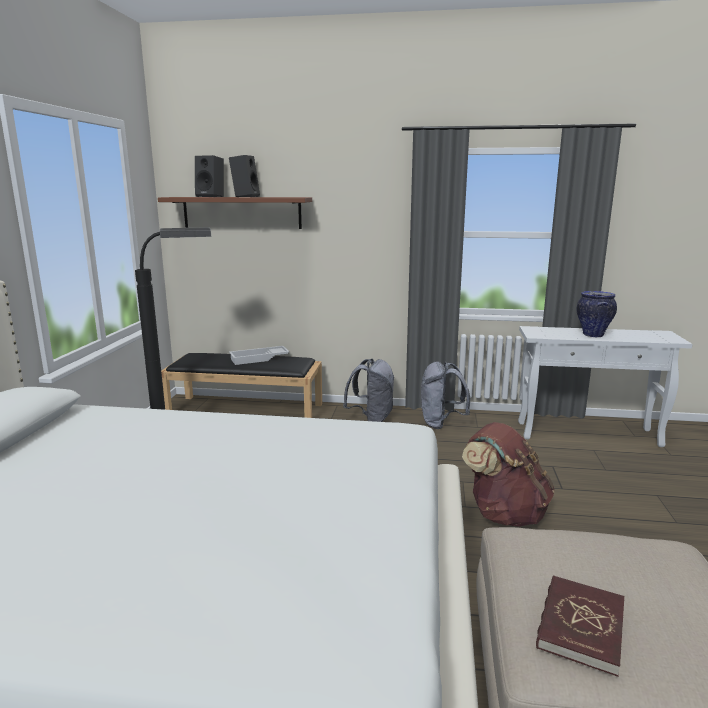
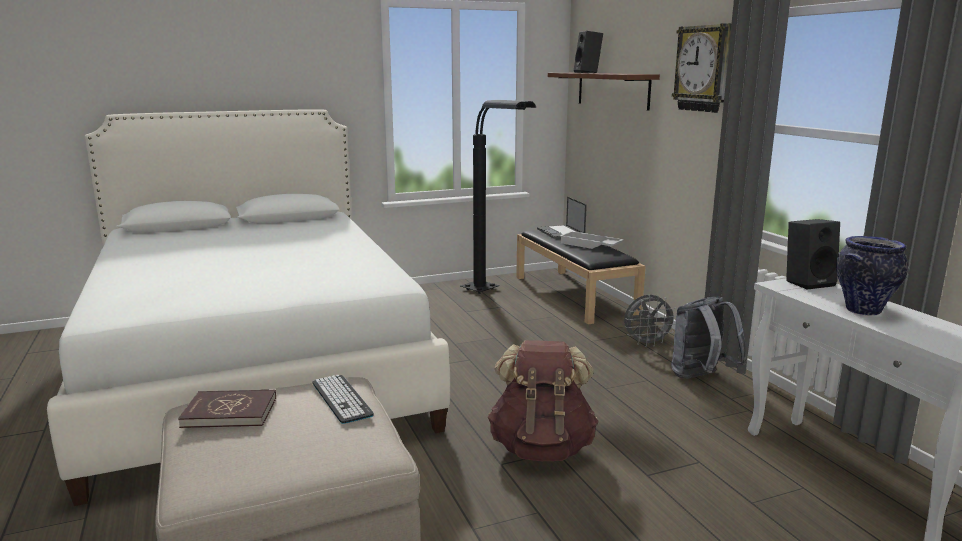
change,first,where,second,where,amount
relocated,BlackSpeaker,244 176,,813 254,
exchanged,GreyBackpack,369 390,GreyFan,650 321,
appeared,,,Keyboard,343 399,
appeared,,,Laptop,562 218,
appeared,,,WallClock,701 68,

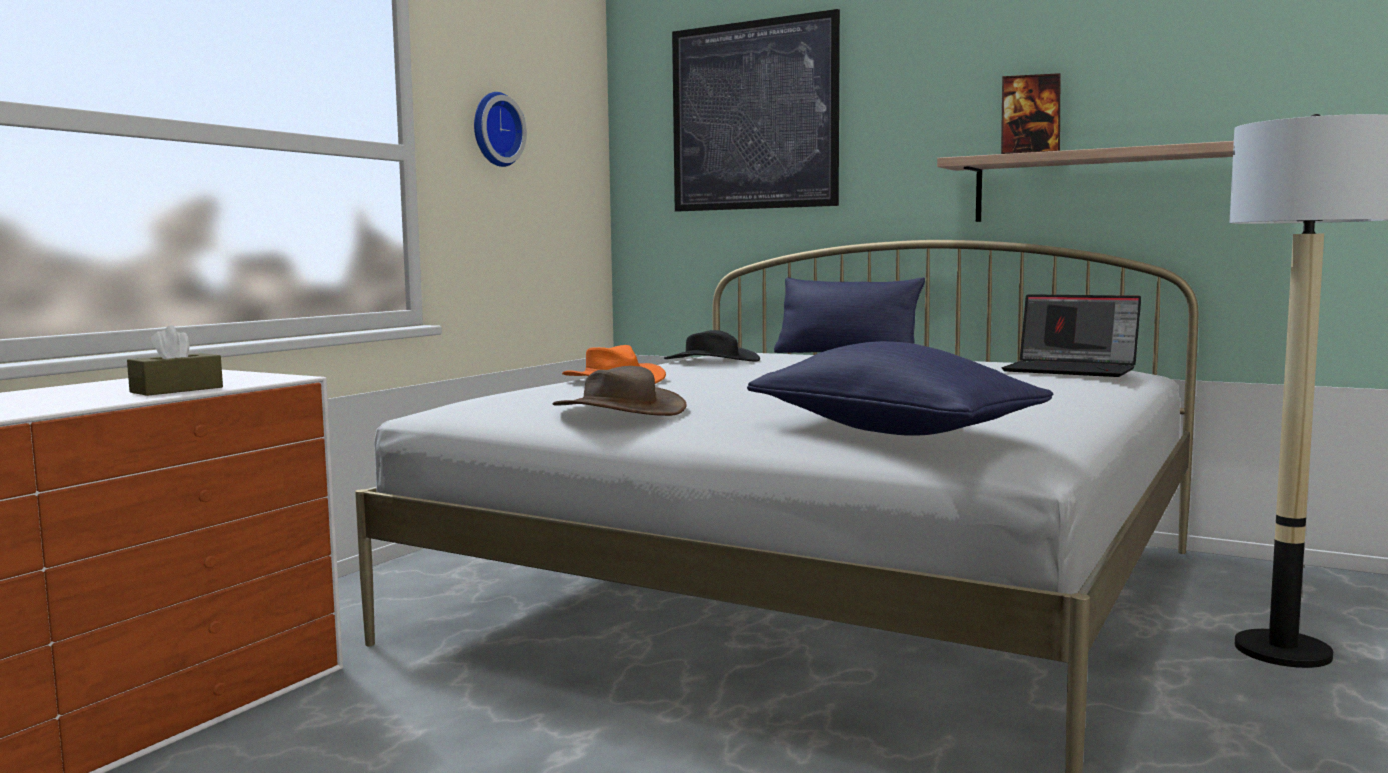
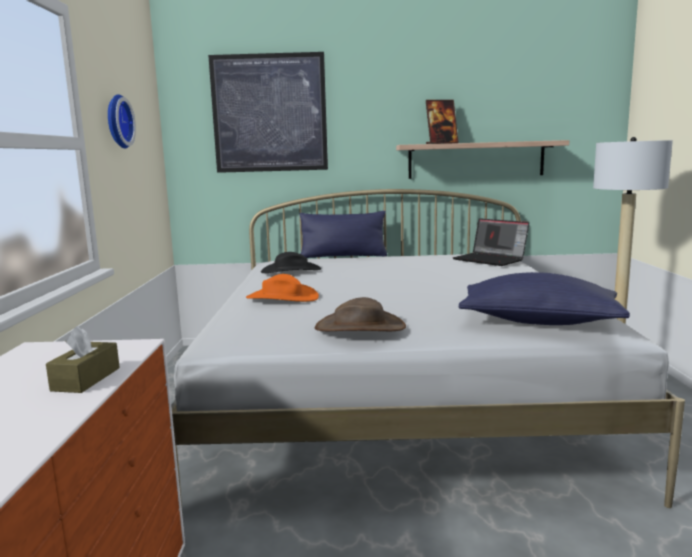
change,first,where,second,where,amount
spun,Laptop,1071 335,,491 242,45 degrees clockwise

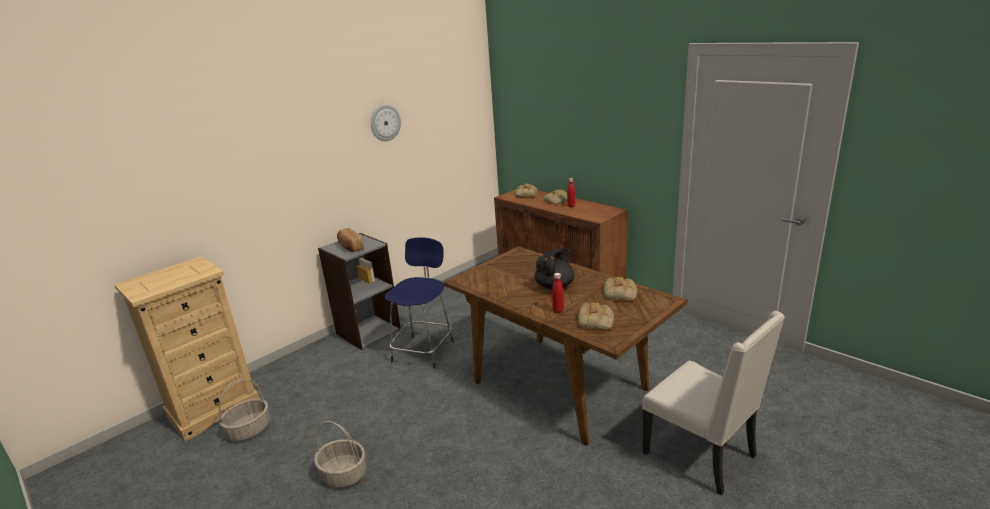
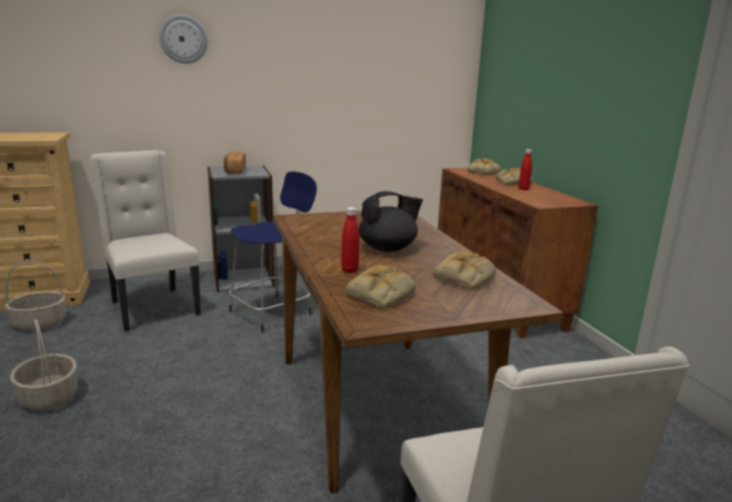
change,first,where,second,where,amount
relocated,WallClock,386 122,,183 39,
appeared,,,BeigeChair,145 240,

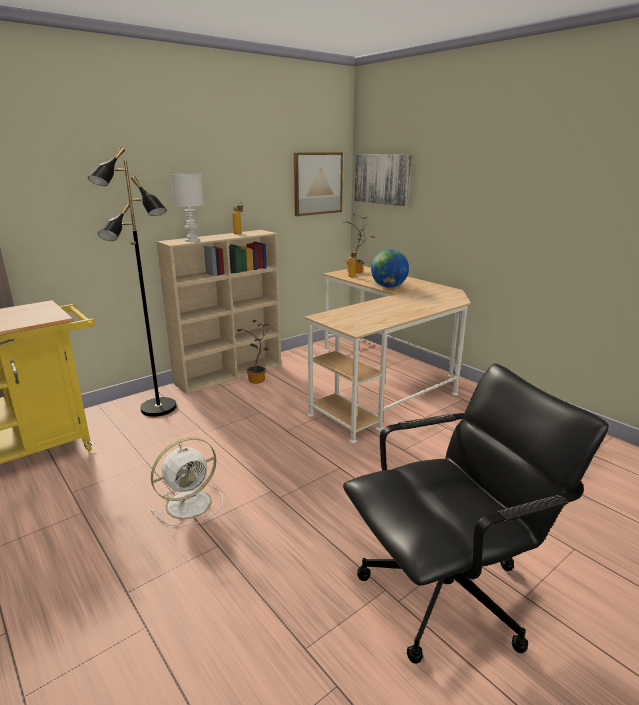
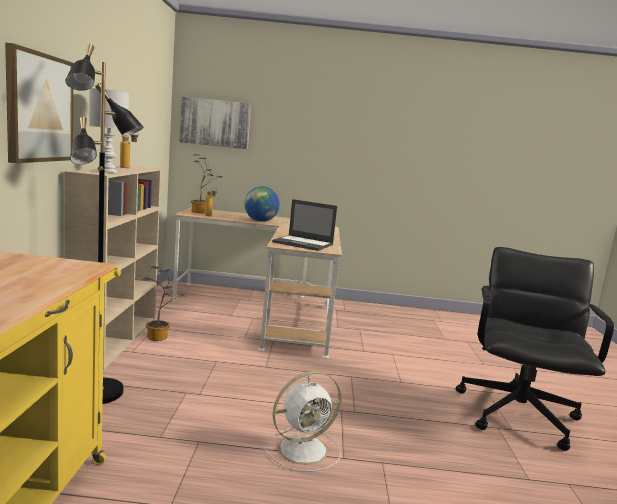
change,first,where,second,where,amount
spun,WhiteFan,187 481,,301 421,60 degrees clockwise
relocated,Picture,318 184,,39 103,
appeared,,,Laptop,304 225,

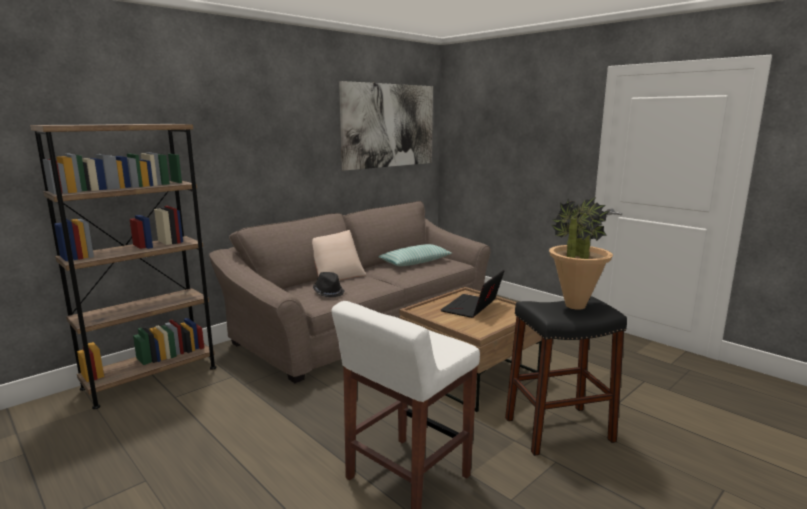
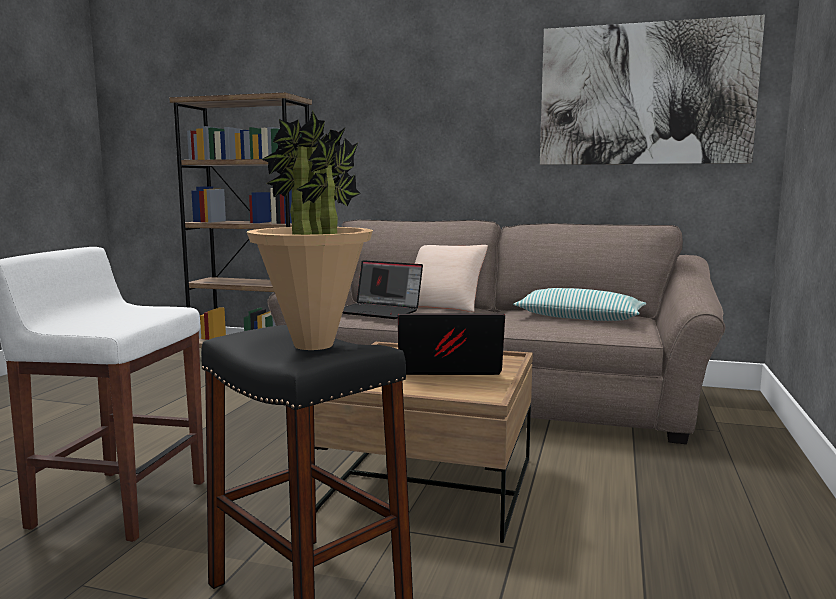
change,first,where,second,where,amount
exchanged,BlackHat,328 284,Laptop,382 289,

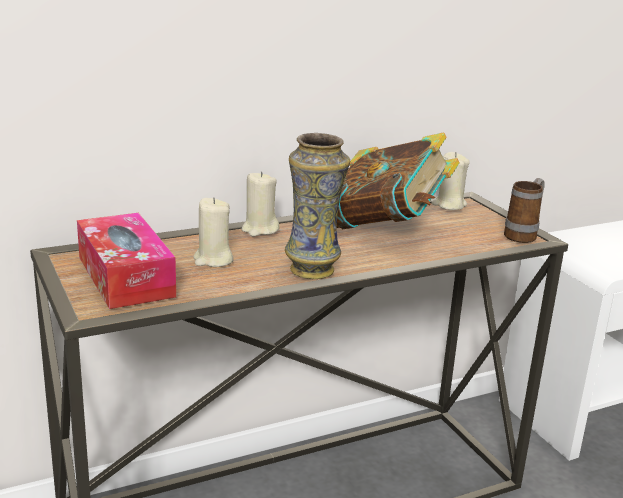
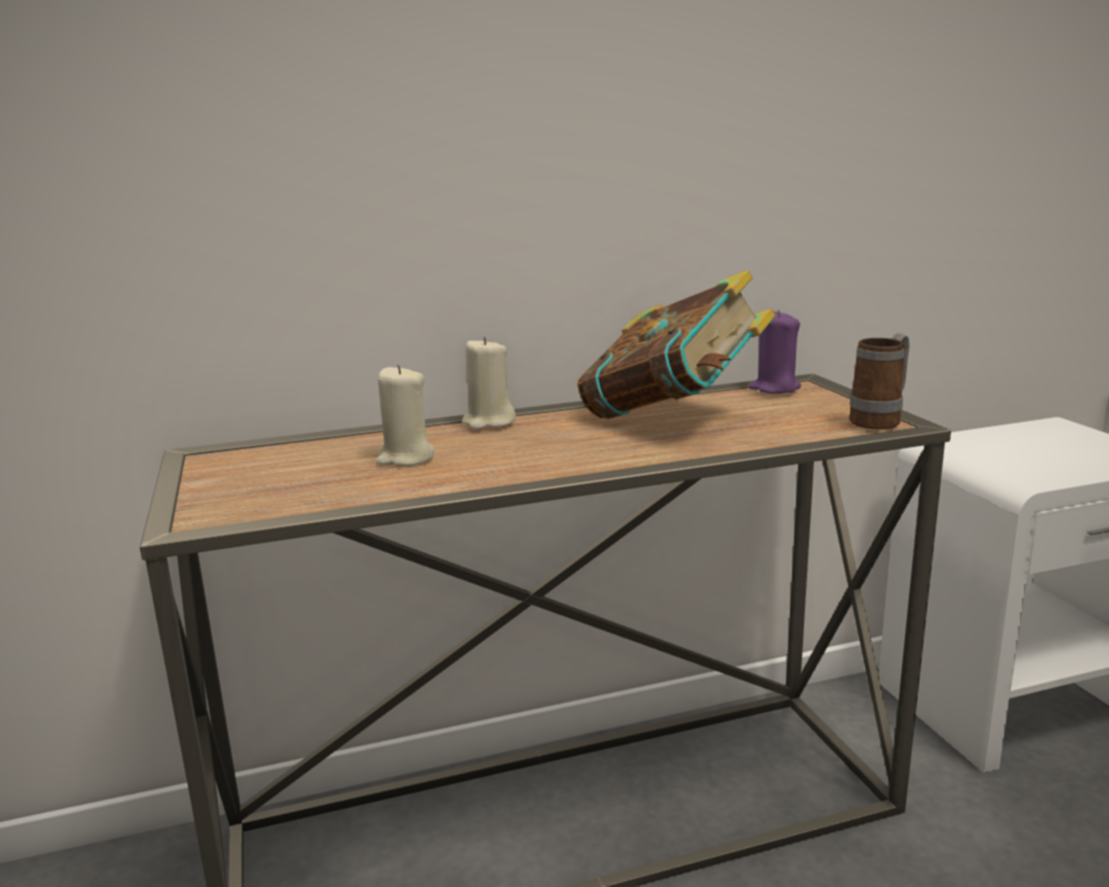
change,first,where,second,where,amount
missing,TissueBox,126 261,,,
missing,Vase,317 206,,,
colour,BeigeCandle,451 181,PurpleCandle,775 352,

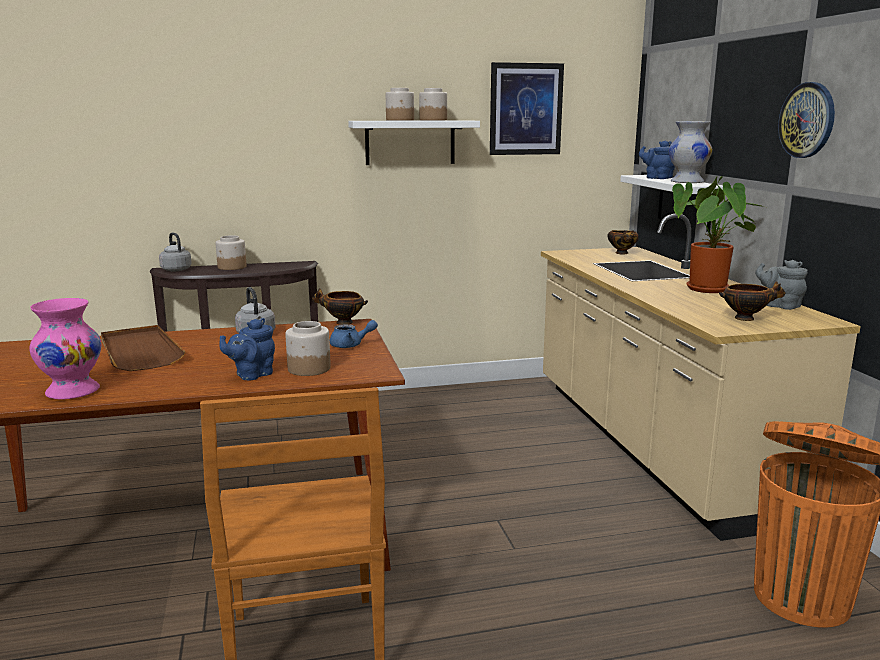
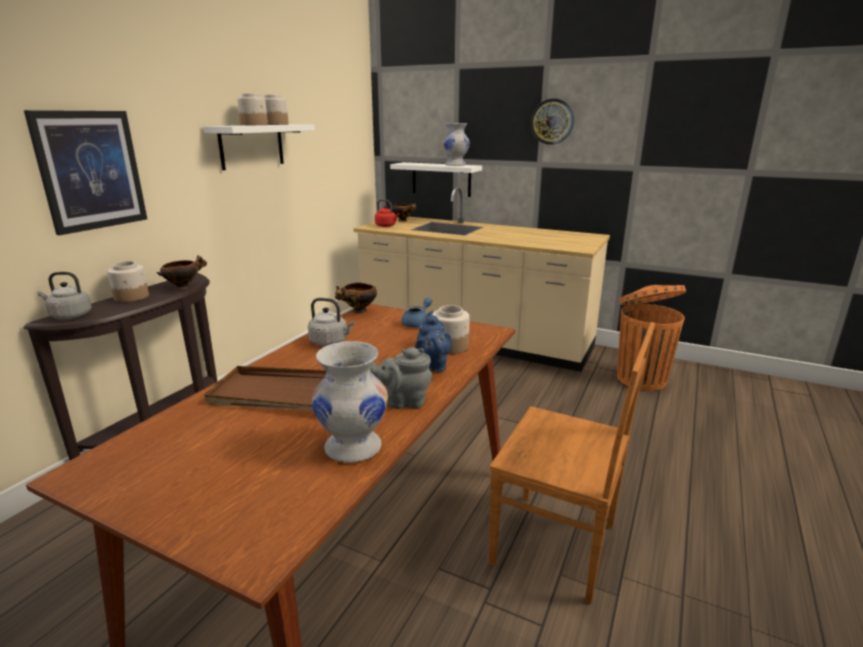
change,first,where,second,where,amount
colour,PinkVase,65 349,WhiteVase,350 402,
relocated,Picture,527 108,,85 172,
missing,BlueTeapot,657 160,,,
missing,PottedPlant,718 234,,,
relocated,Bowl,752 301,,182 272,
relocated,GreyTeapot,781 285,,401 378,
appeared,,,RedKettle,387 213,

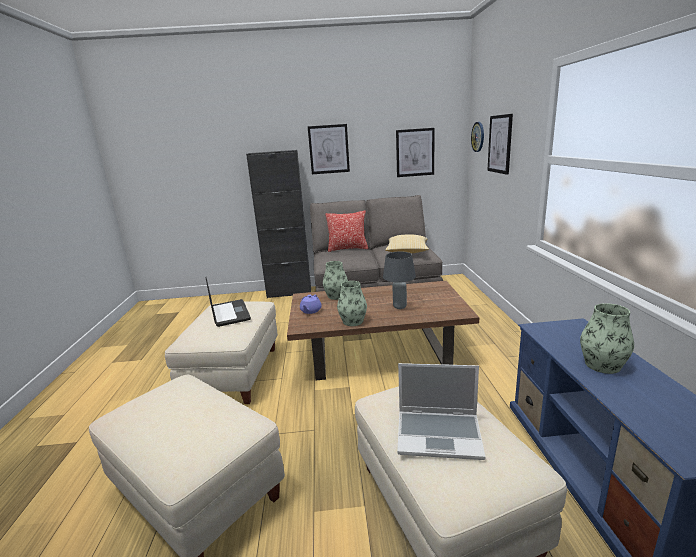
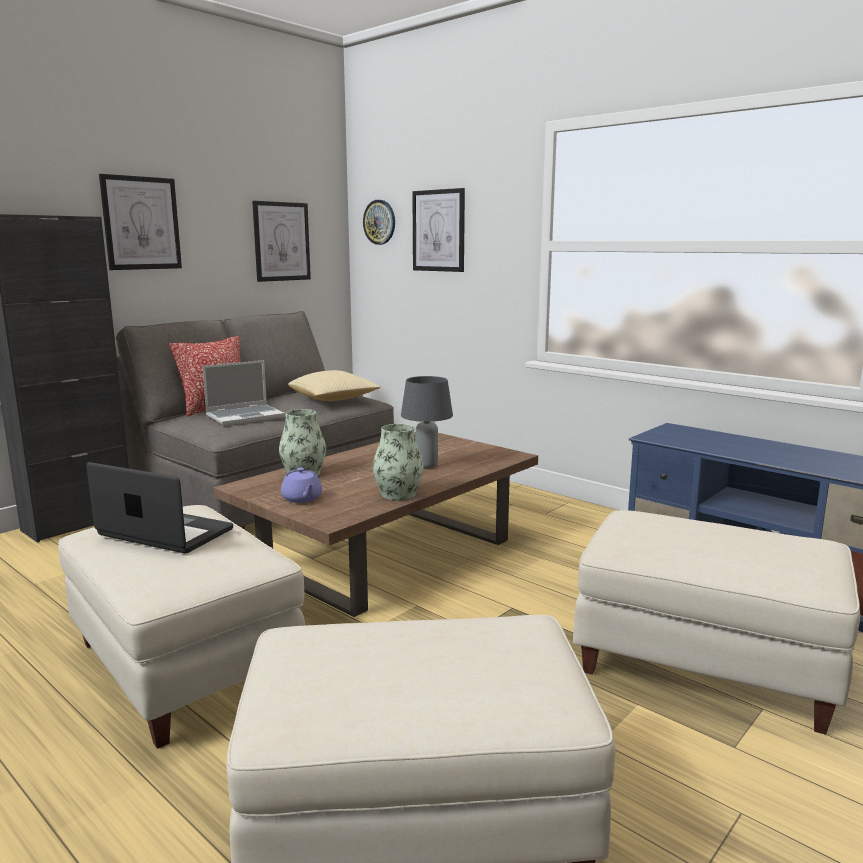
change,first,where,second,where,amount
relocated,Laptop,441 411,,243 393,
missing,Vase,607 338,,,

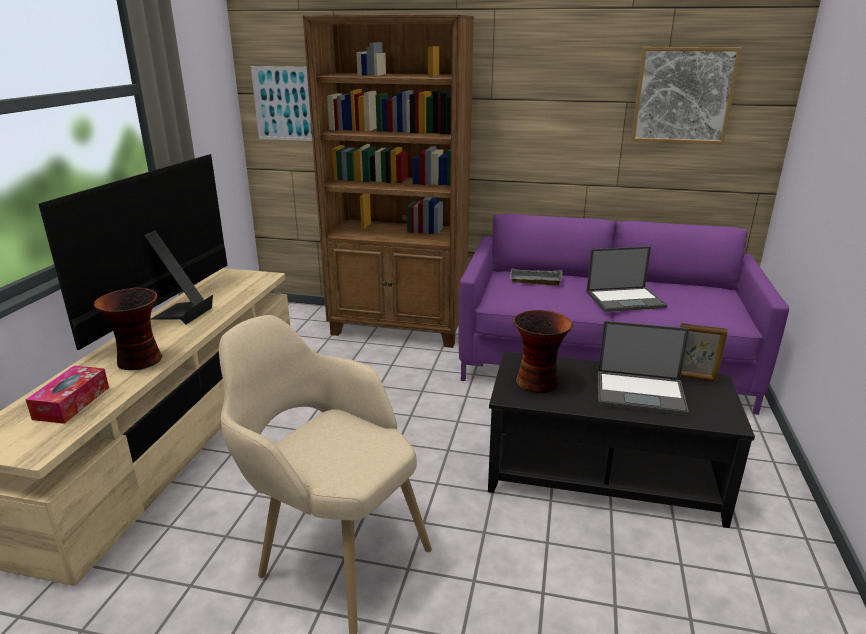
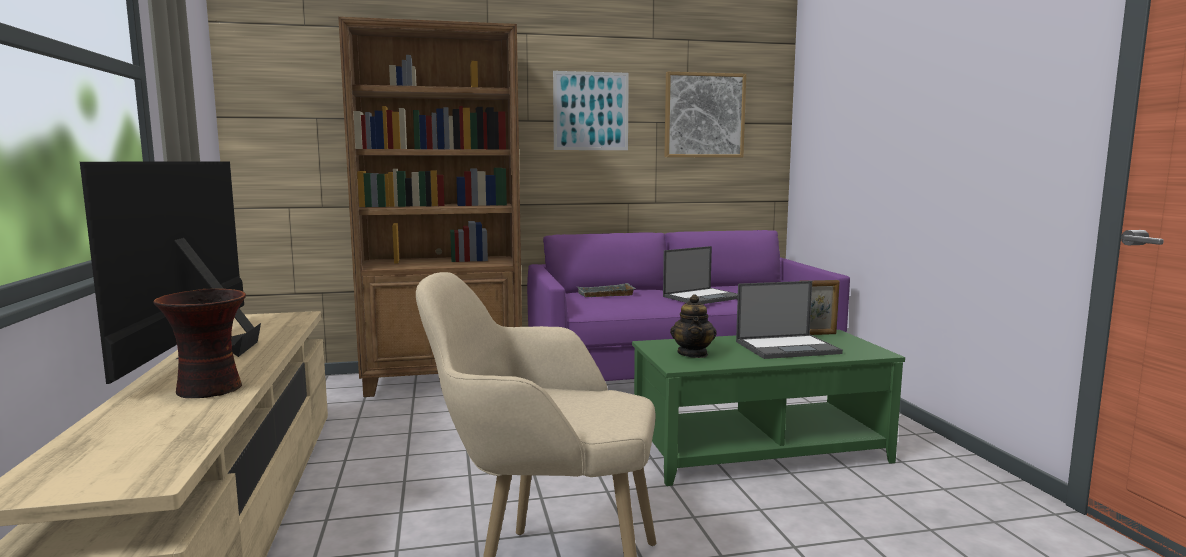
change,first,where,second,where,amount
missing,TissueBox,67 395,,,
relocated,Picture,281 103,,591 110,
colour,BlackCoffeeTable,621 440,GreenCoffeeTable,768 408,
exchanged,Vase,543 351,Teapot,693 326,

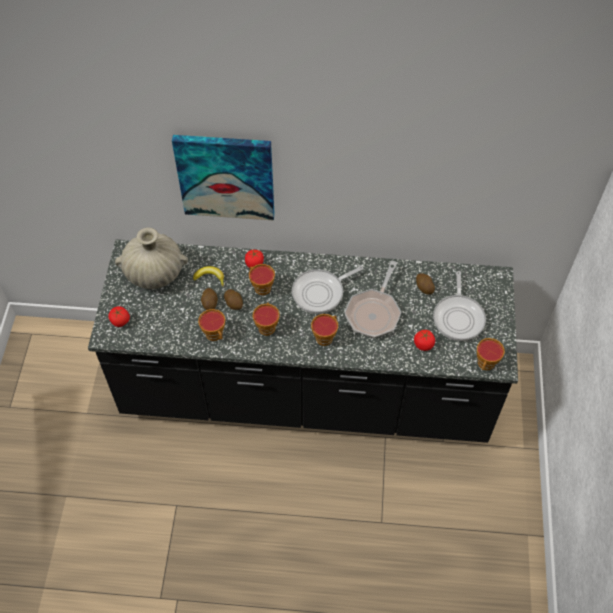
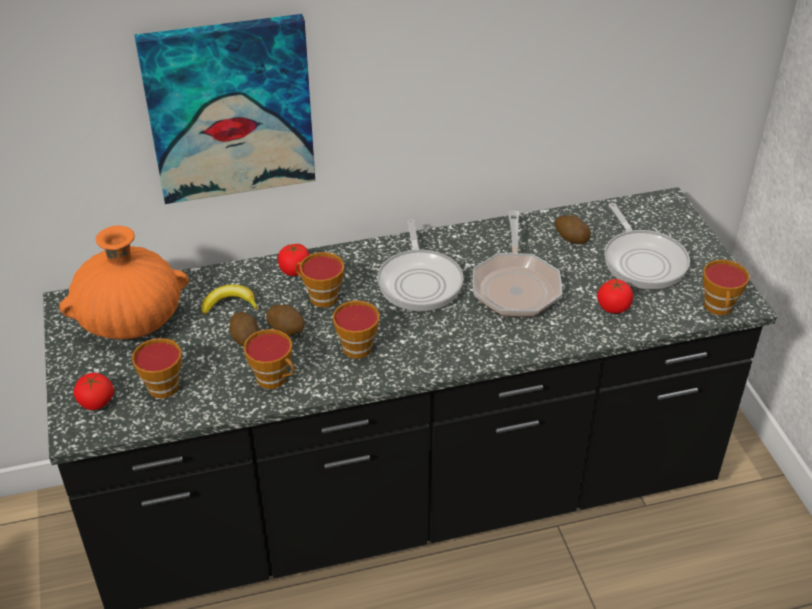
change,first,where,second,where,amount
colour,BeigeVase,151 258,OrangeVase,124 282,
spun,FryingPan,327 290,,420 265,45 degrees counterclockwise
relocated,Cup,324 330,,157 368,

